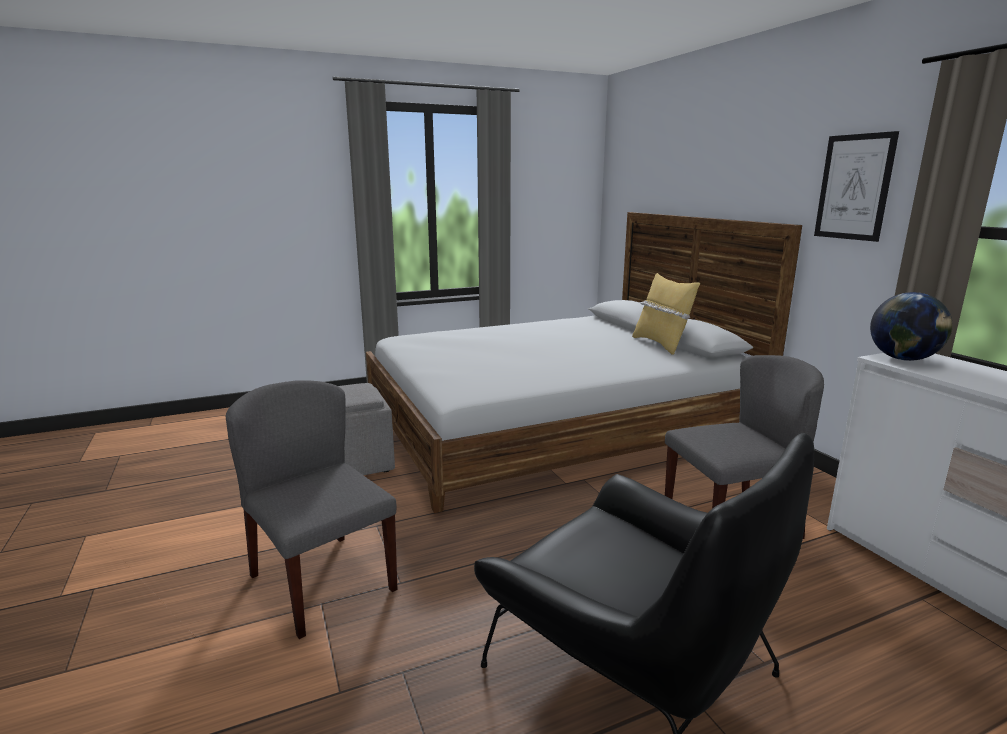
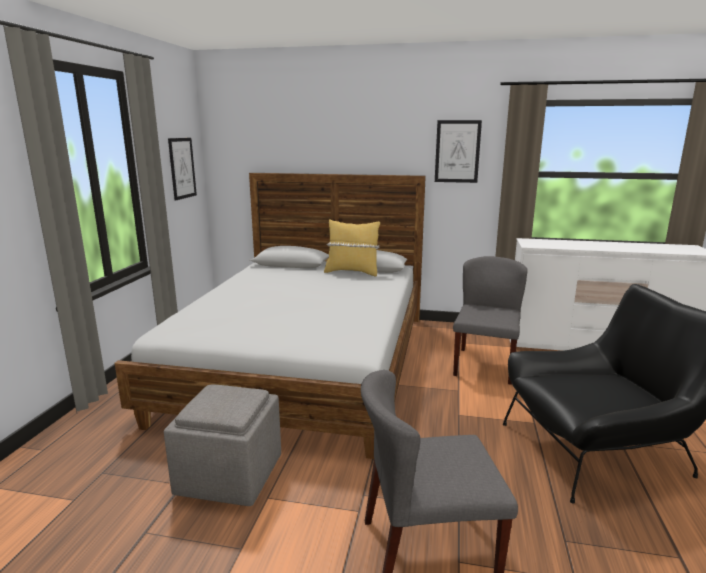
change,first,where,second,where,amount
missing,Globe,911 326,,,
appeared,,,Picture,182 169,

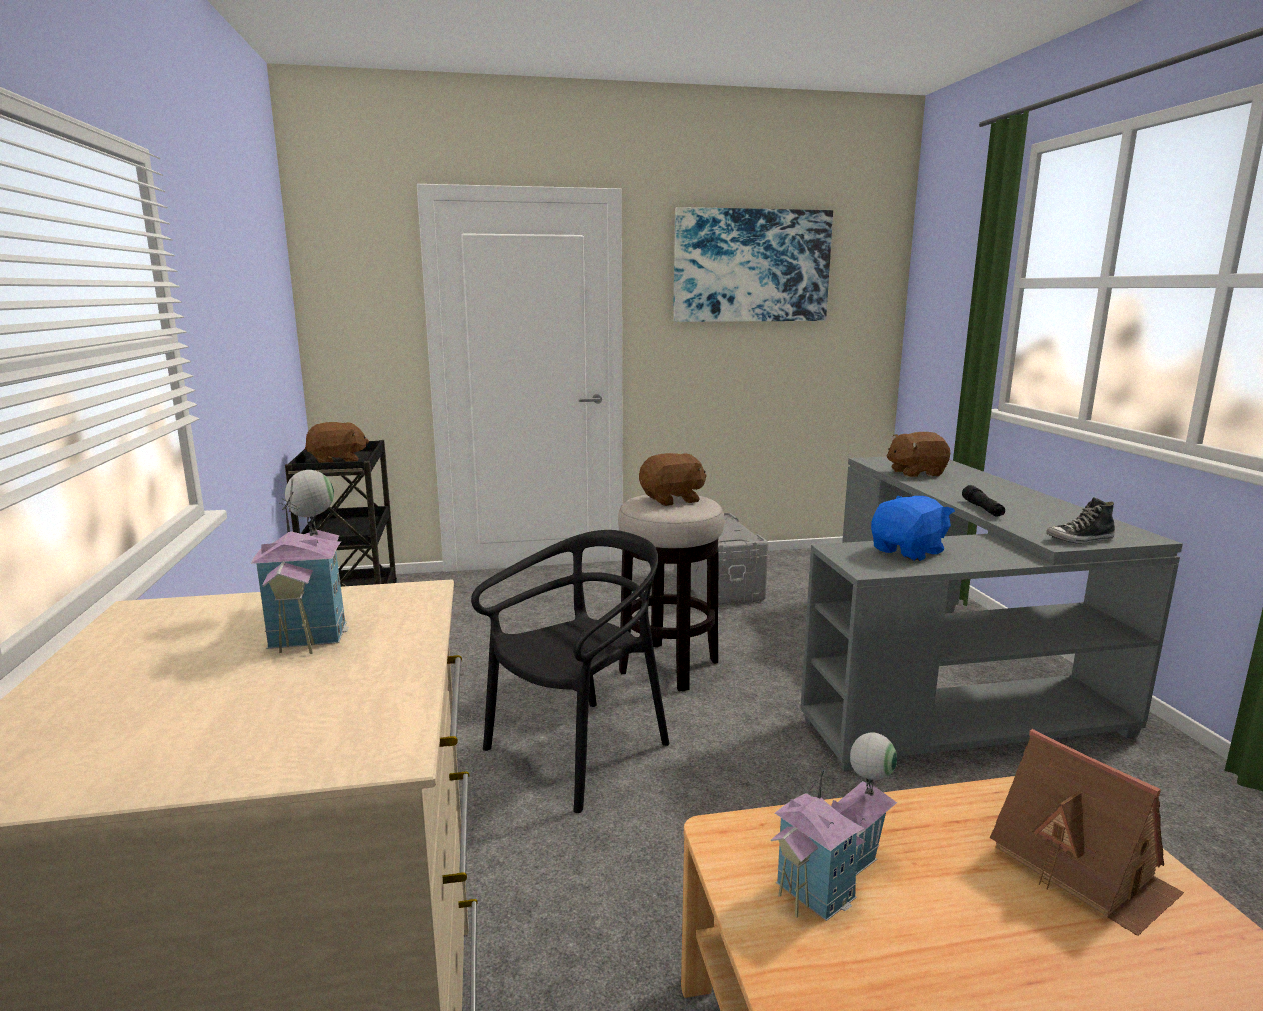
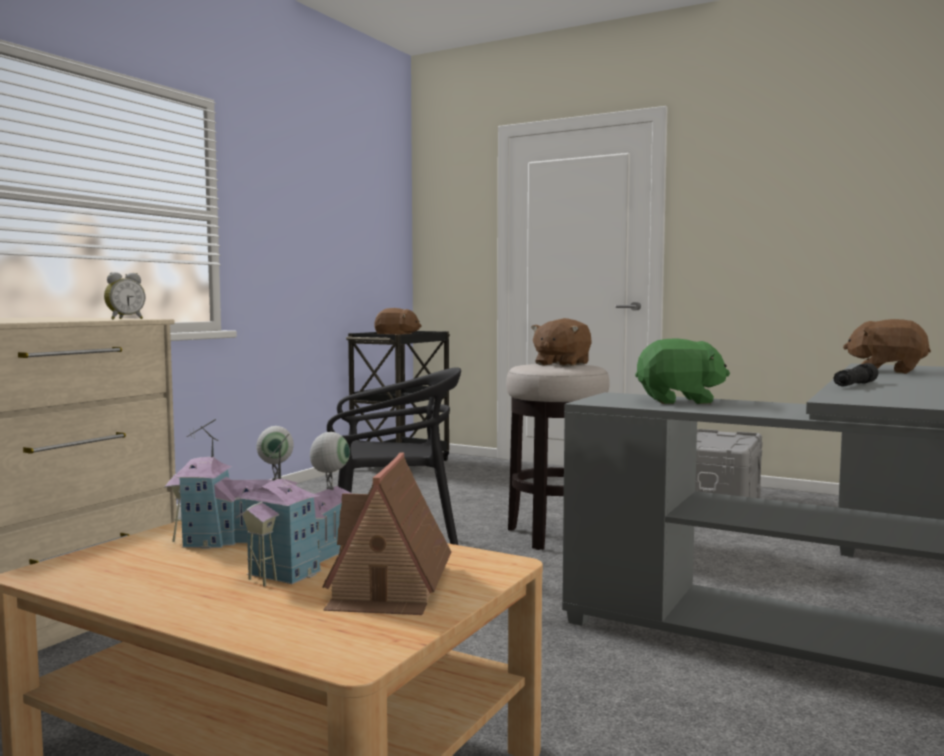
change,first,where,second,where,amount
relocated,ToyHouse,300 562,,293 509,
spun,BrownPlushToy,673 479,,561 342,105 degrees clockwise
missing,Picture,753 264,,,
colour,BluePlushToy,913 528,GreenPlushToy,682 371,
missing,Shoe,1080 520,,,
appeared,,,AlarmClock,124 295,

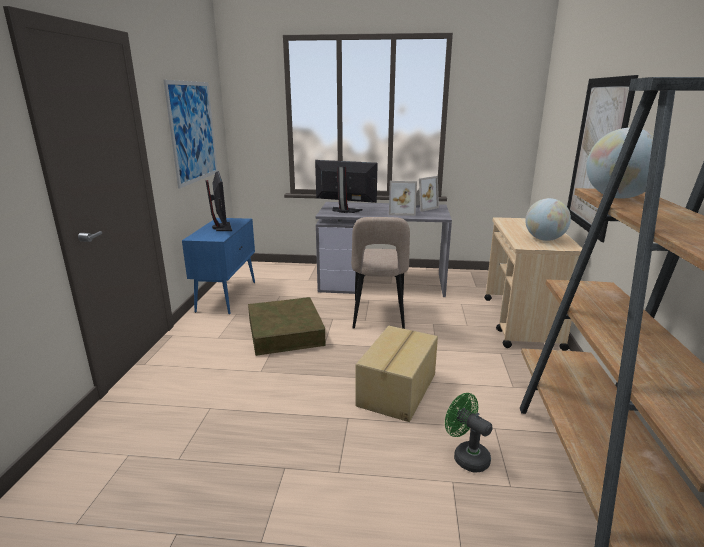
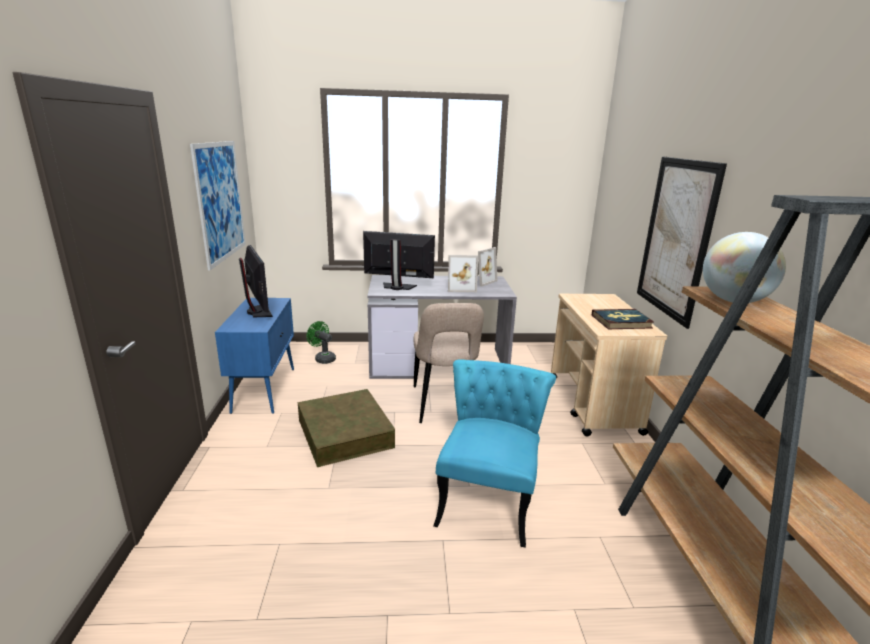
change,first,where,second,where,amount
exchanged,CardboardBox,396 374,TurquoiseChair,494 453,
relocated,GreenFan,469 433,,321 342,
exchanged,Globe,548 219,Book,623 319,

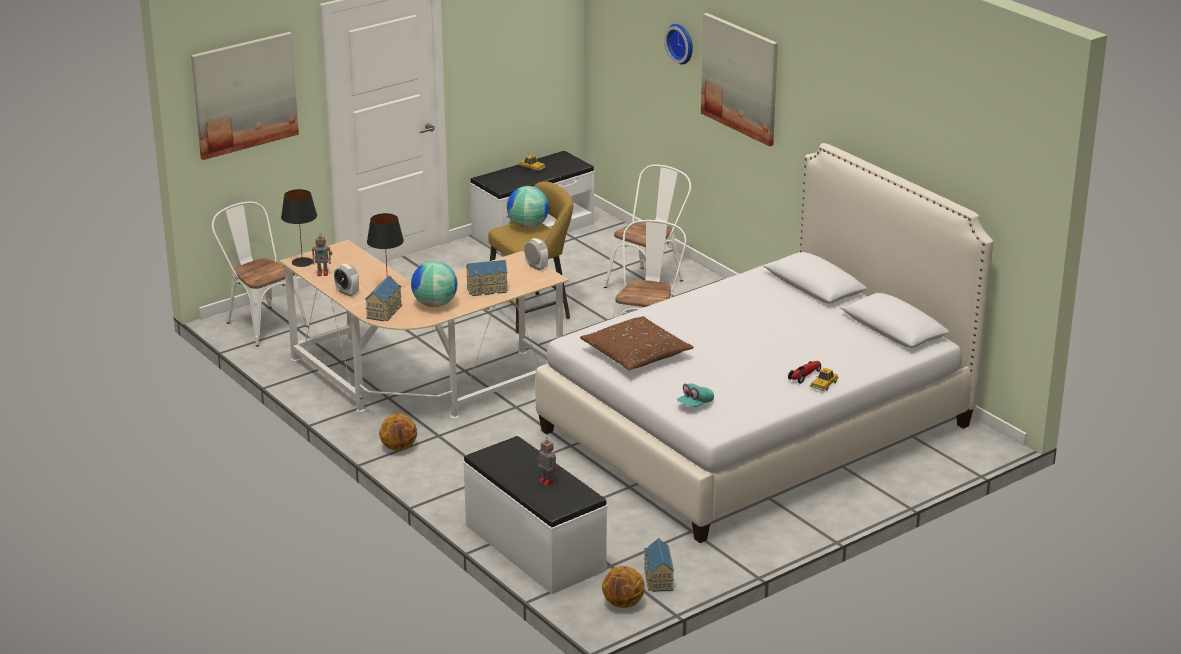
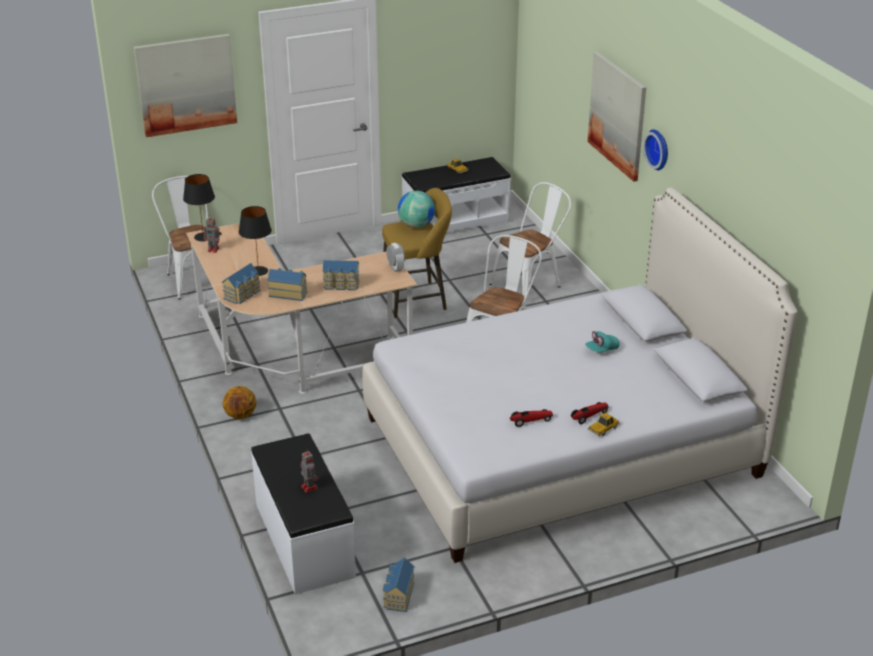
change,first,where,second,where,amount
missing,AlarmClock,346 280,,,
exchanged,Globe,434 284,ToyHouse,287 284,
missing,BrownPillow,637 343,,,
missing,Basketball,623 587,,,
relocated,WallClock,678 44,,655 150,
relocated,TurquoiseCap,695 395,,602 342,
appeared,,,ToyCar,531 418,

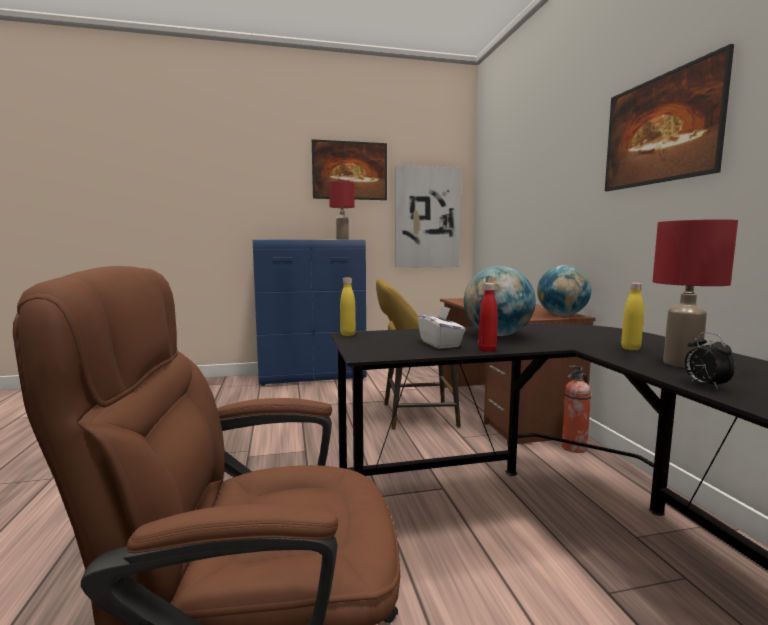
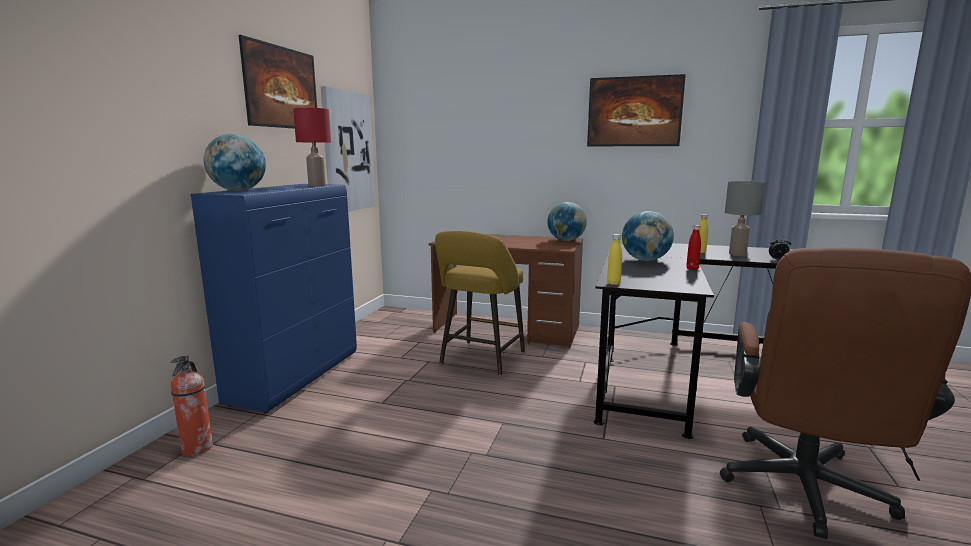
change,first,where,second,where,amount
missing,WhiteTissueBox,442 327,,,
relocated,FireExtinguisher,577 409,,192 406,
colour,RedTableLamp,695 293,GreyTableLamp,745 218,
appeared,,,Globe,235 162,

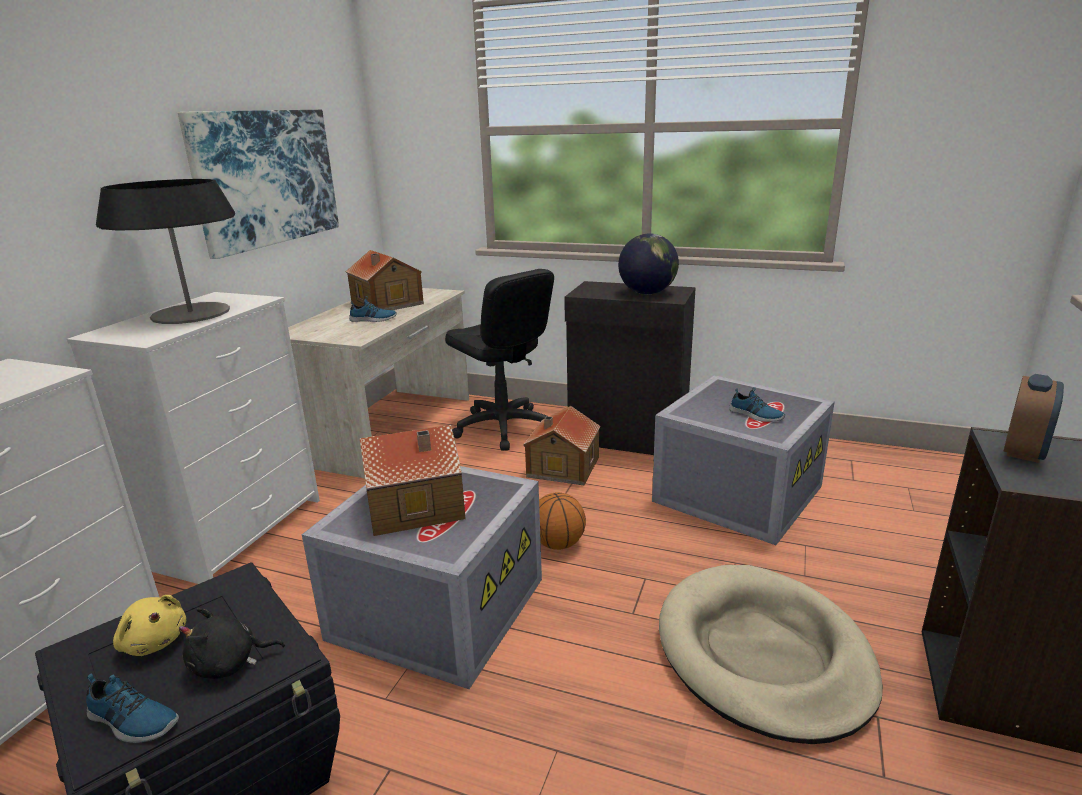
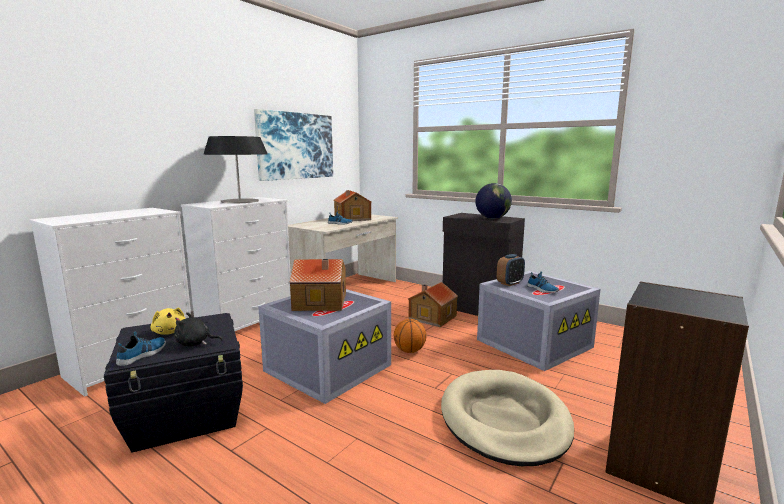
change,first,where,second,where,amount
spun,Shoe,132 708,,141 349,105 degrees counterclockwise
missing,BlackOfficeChair,499 360,,,
relocated,AlarmClock,1033 418,,511 270,

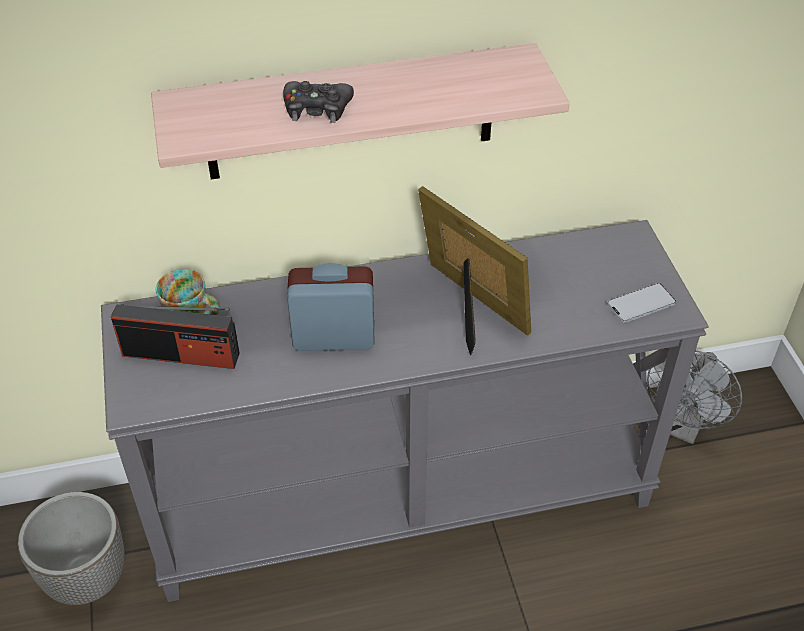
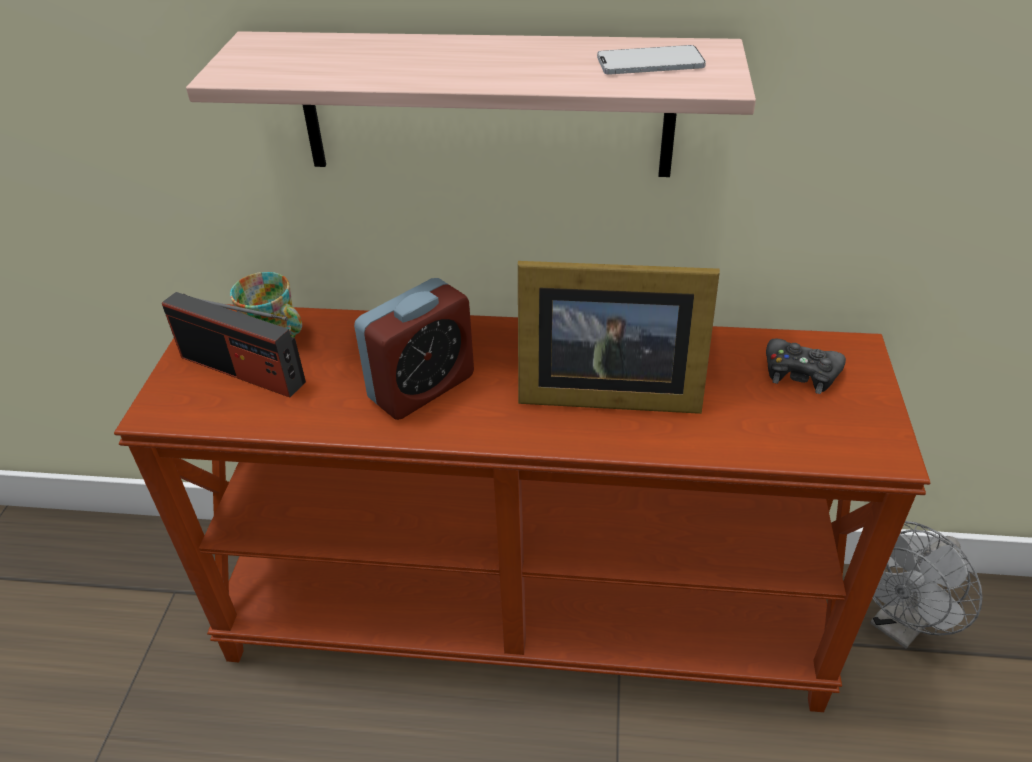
change,first,where,second,where,amount
missing,Planter,71 548,,,
colour,GreyConsoleTable,405 411,BrownConsoleTable,522 508,
relocated,BlackGameController,318 102,,806 366,
spun,AlarmClock,331 307,,414 349,120 degrees clockwise
spun,PictureFrame,474 270,,619 337,120 degrees clockwise
relocated,Phone,641 303,,651 60,

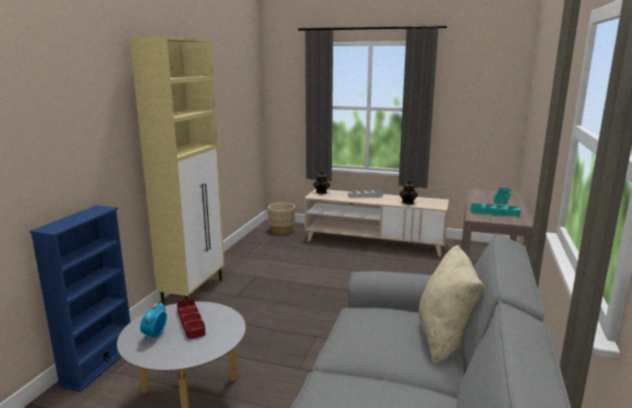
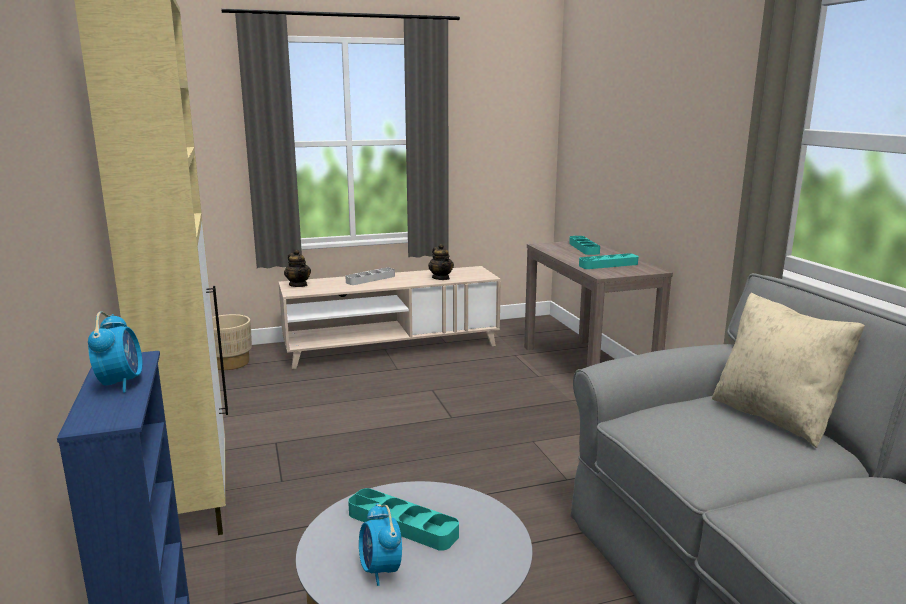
change,first,where,second,where,amount
colour,RedTray,191 319,TurquoiseTray,403 519,
appeared,,,AlarmClock,115 352,

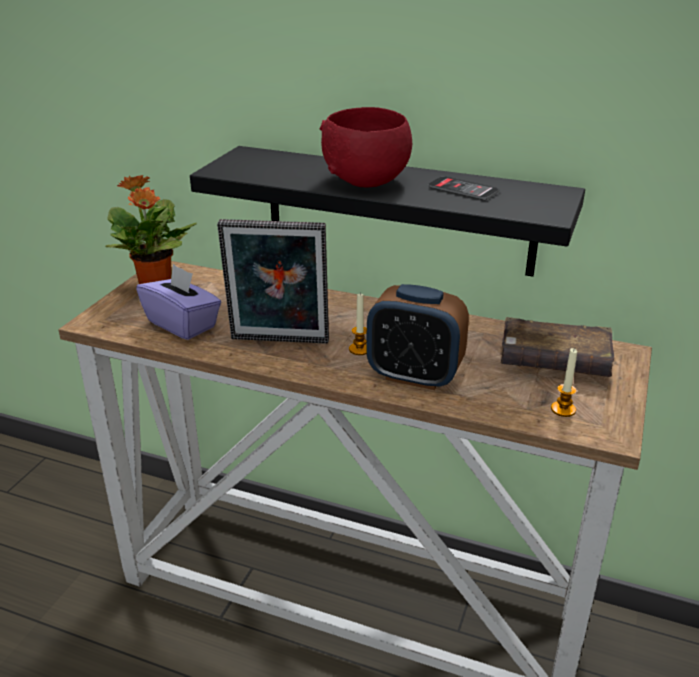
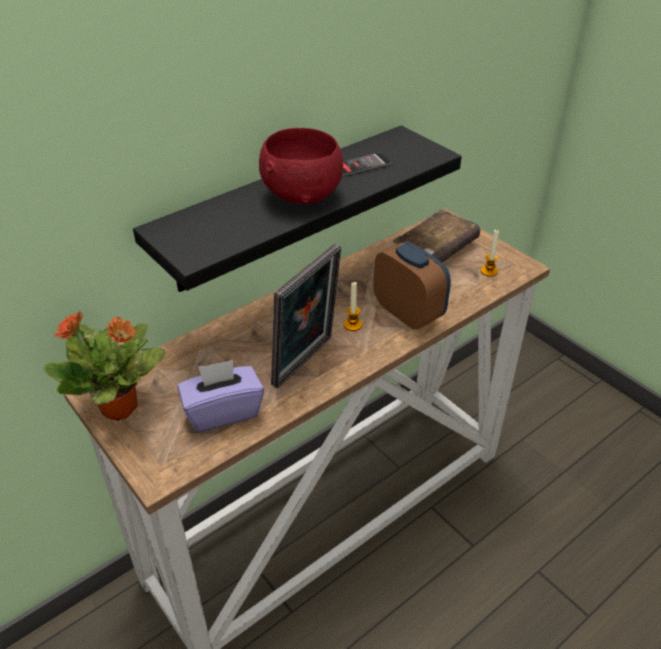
change,first,where,second,where,amount
spun,AlarmClock,417 337,,412 285,90 degrees counterclockwise

